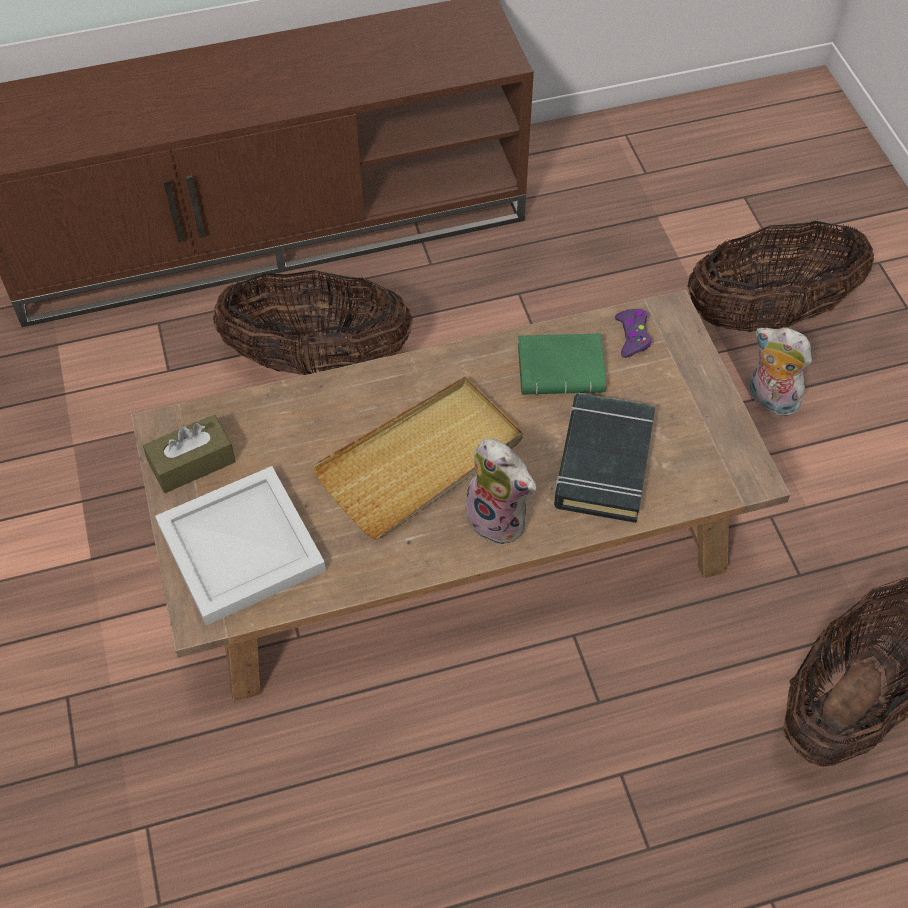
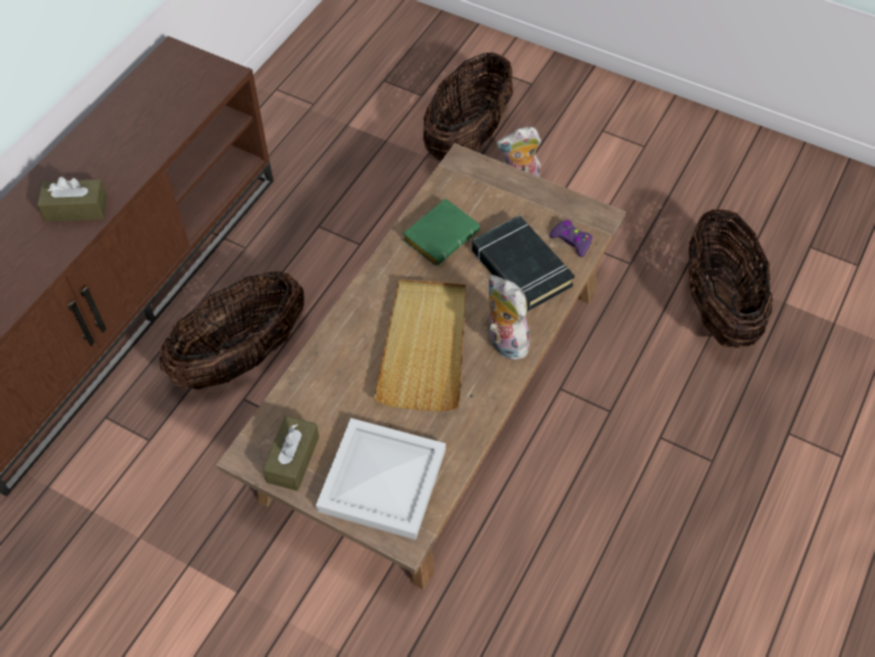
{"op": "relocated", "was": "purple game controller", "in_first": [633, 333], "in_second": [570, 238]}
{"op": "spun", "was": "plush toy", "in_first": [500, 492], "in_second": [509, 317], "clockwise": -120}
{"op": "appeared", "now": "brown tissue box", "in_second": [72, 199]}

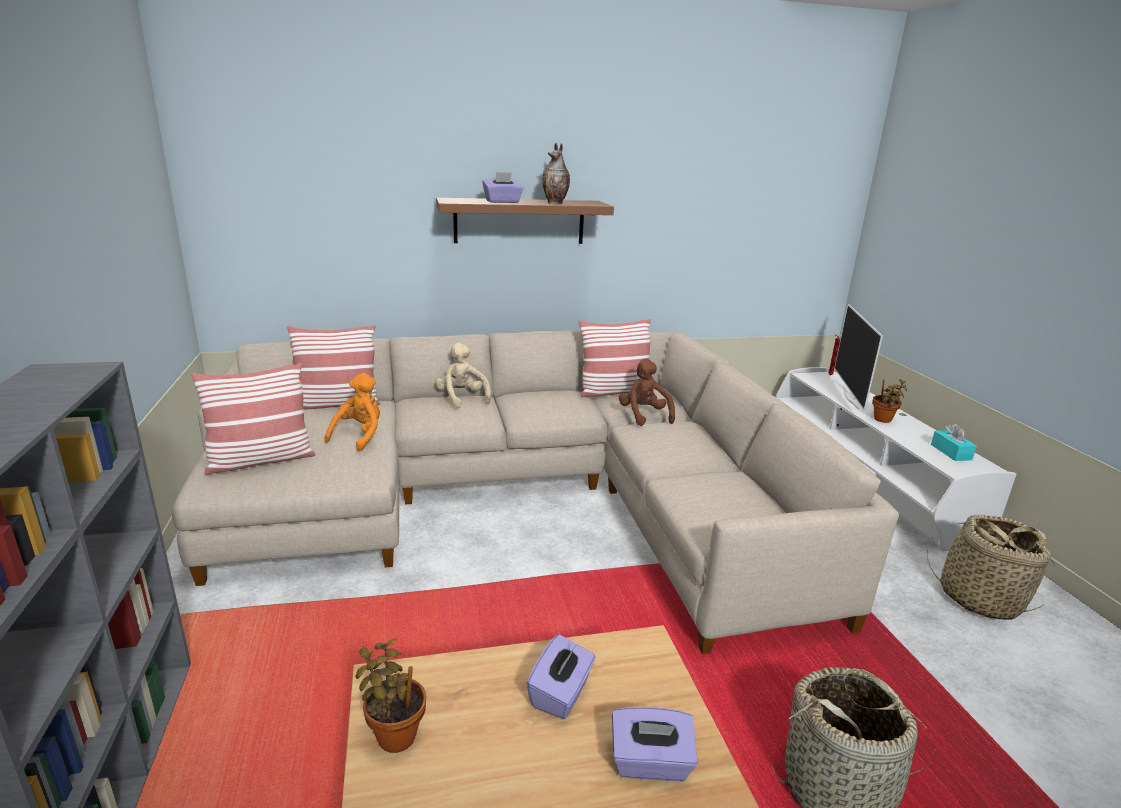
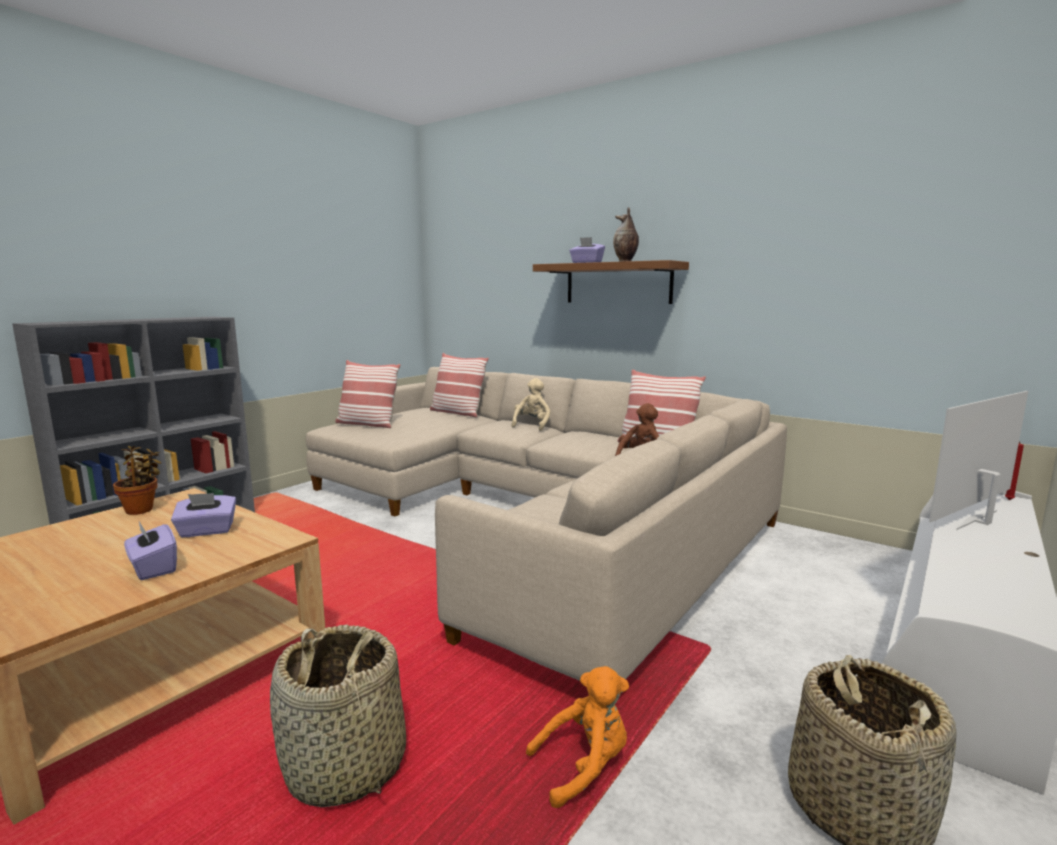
{"op": "relocated", "was": "orange plush toy", "in_first": [352, 412], "in_second": [577, 737]}
{"op": "missing", "was": "potted plant", "in_first": [889, 401]}
{"op": "missing", "was": "turquoise tissue box", "in_first": [954, 442]}

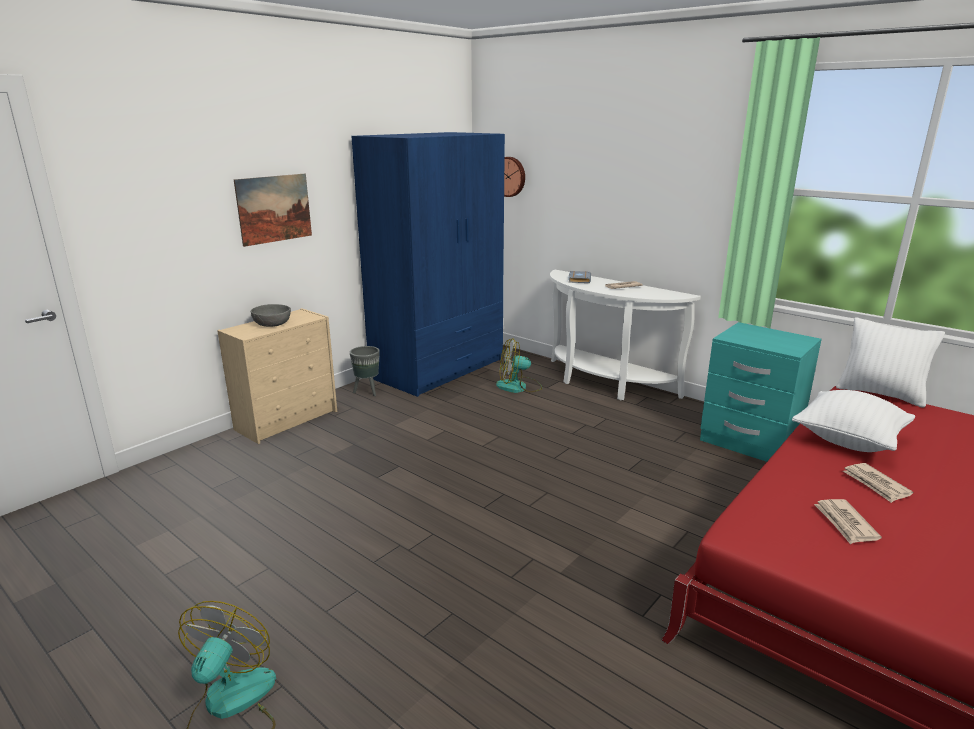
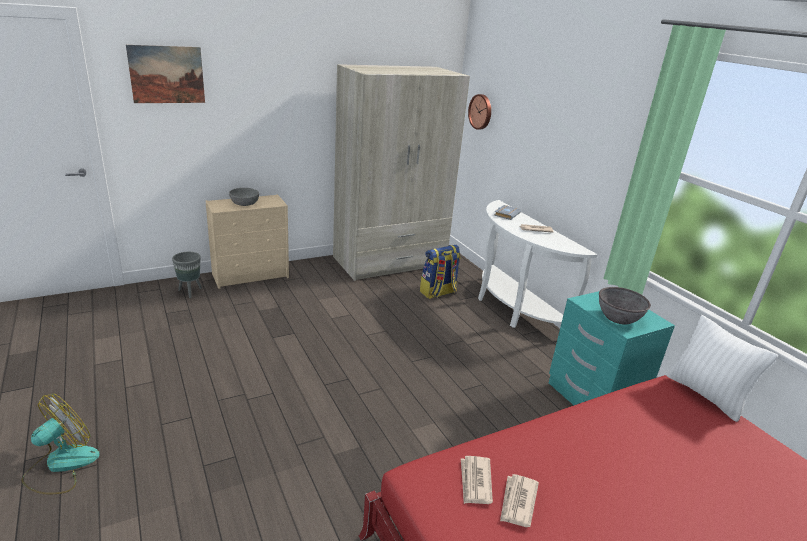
{"op": "colour", "was": "blue wardrobe", "now": "beige wardrobe", "in_first": [428, 264], "in_second": [401, 172]}
{"op": "relocated", "was": "picture", "in_first": [273, 210], "in_second": [165, 74]}
{"op": "exchanged", "was": "fan", "now": "backpack", "in_first": [519, 366], "in_second": [440, 272]}
{"op": "relocated", "was": "grey planter", "in_first": [365, 371], "in_second": [187, 275]}
{"op": "missing", "was": "white pillow", "in_first": [853, 421]}
{"op": "relocated", "was": "newspaper", "in_first": [878, 483], "in_second": [477, 480]}
{"op": "appeared", "now": "grey bowl", "in_second": [625, 306]}

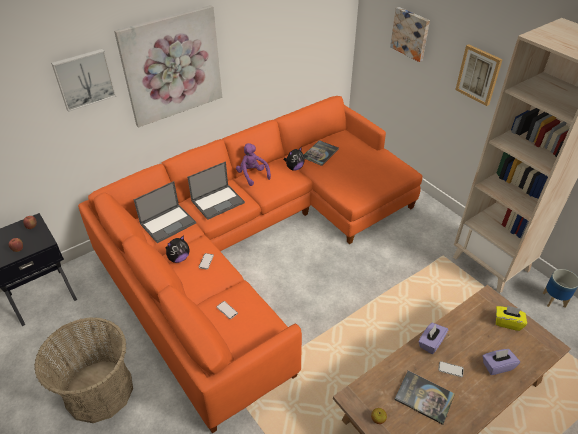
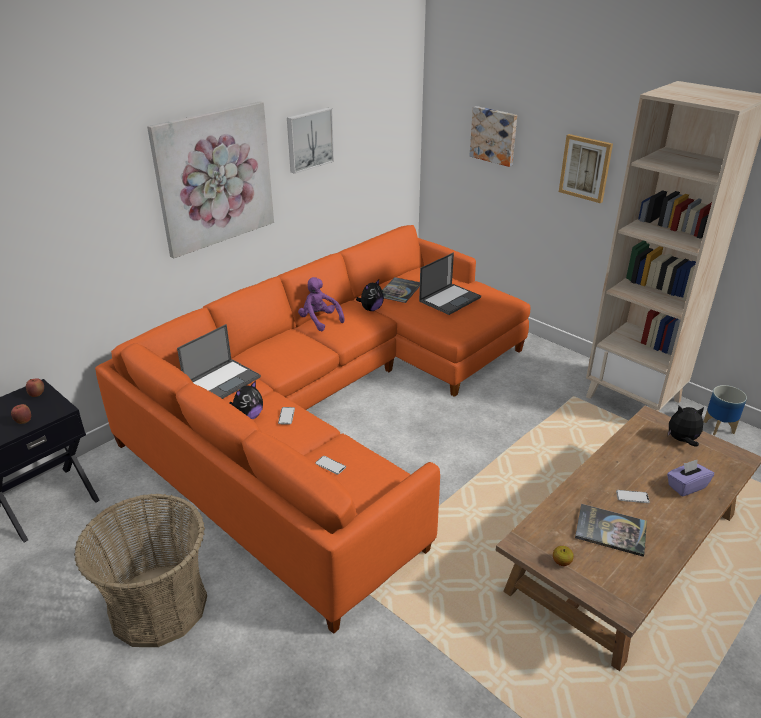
{"op": "relocated", "was": "picture", "in_first": [83, 80], "in_second": [310, 141]}
{"op": "relocated", "was": "laptop", "in_first": [216, 190], "in_second": [450, 284]}
{"op": "exchanged", "was": "yellow tissue box", "now": "plush toy", "in_first": [511, 318], "in_second": [686, 426]}
{"op": "missing", "was": "purple tissue box", "in_first": [433, 338]}

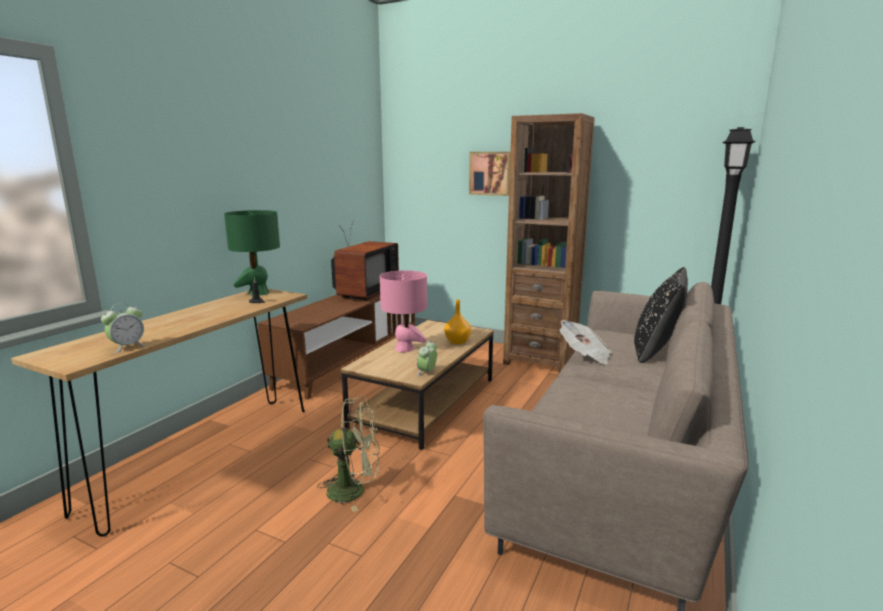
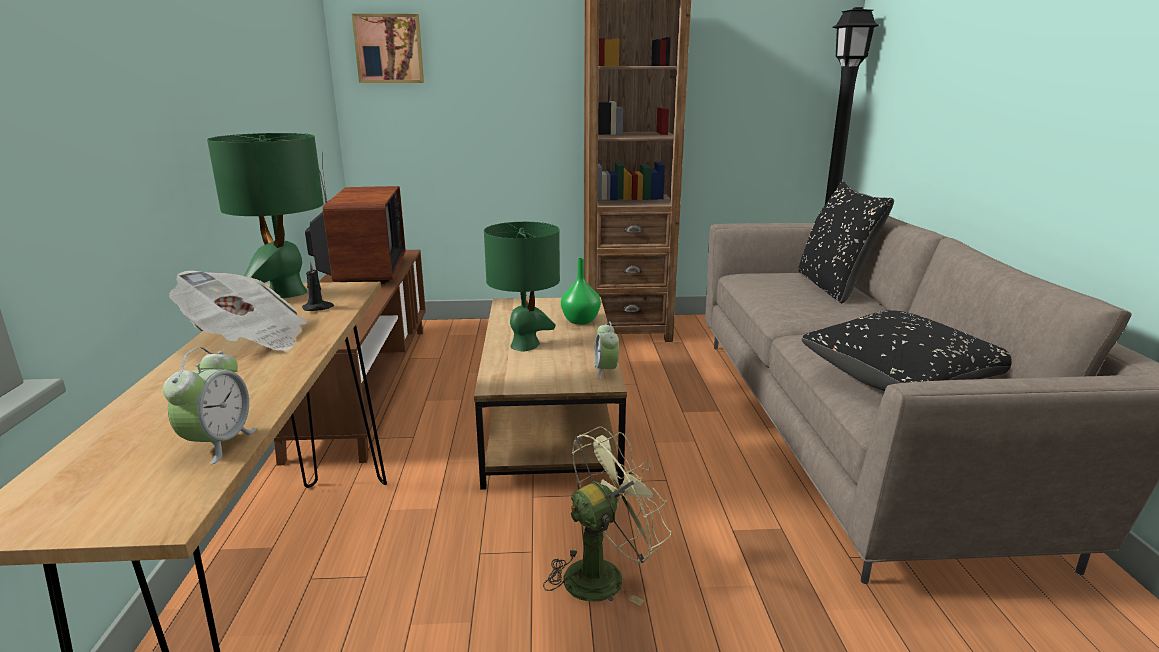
{"op": "relocated", "was": "picture", "in_first": [489, 174], "in_second": [388, 48]}
{"op": "colour", "was": "pink table lamp", "now": "green table lamp", "in_first": [403, 311], "in_second": [522, 286]}
{"op": "colour", "was": "orange vase", "now": "green vase", "in_first": [457, 321], "in_second": [581, 291]}
{"op": "relocated", "was": "newspaper", "in_first": [585, 342], "in_second": [238, 311]}
{"op": "appeared", "now": "black pillow", "in_second": [907, 350]}

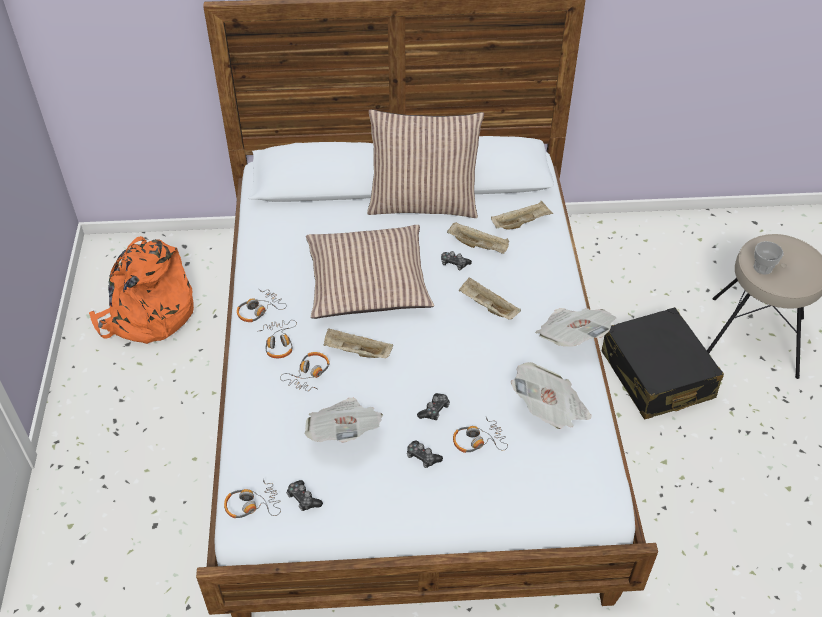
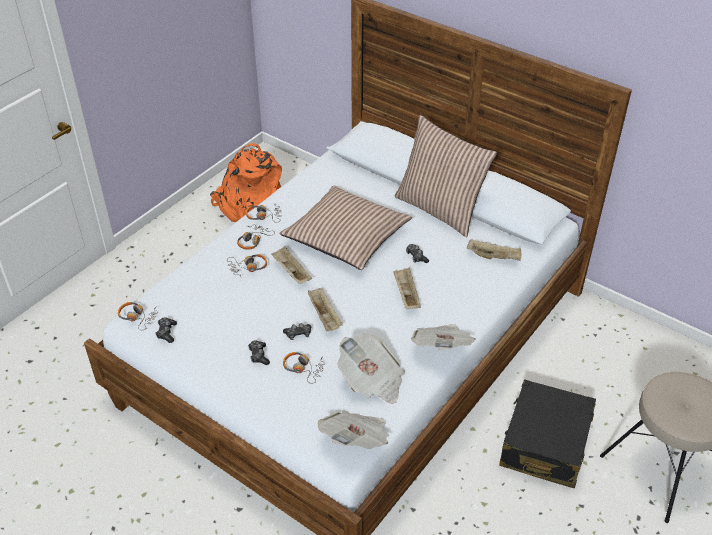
{"op": "relocated", "was": "beige tray", "in_first": [478, 238], "in_second": [325, 309]}
{"op": "missing", "was": "cup", "in_first": [768, 258]}
{"op": "relocated", "was": "newspaper", "in_first": [343, 420], "in_second": [353, 429]}

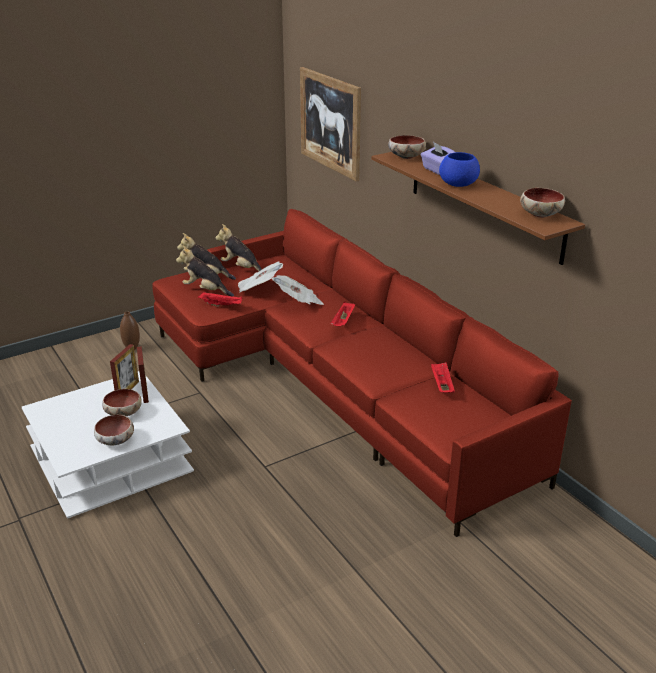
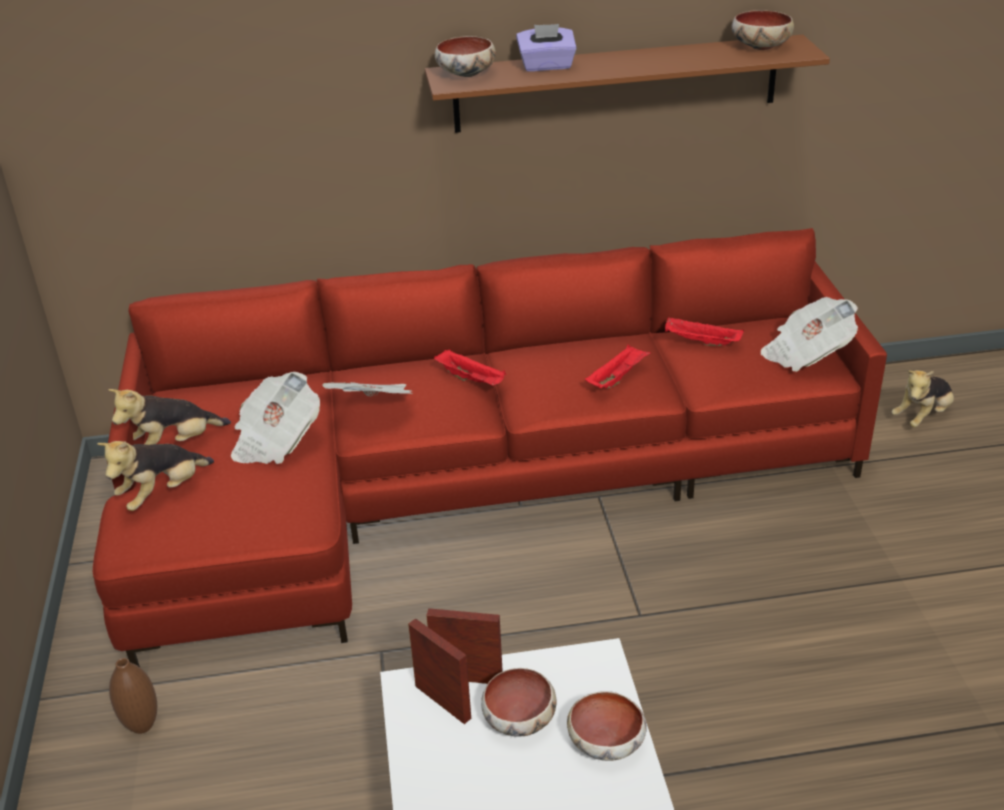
{"op": "missing", "was": "picture", "in_first": [330, 124]}
{"op": "missing", "was": "blue bowl", "in_first": [459, 169]}
{"op": "relocated", "was": "plush toy", "in_first": [205, 271], "in_second": [923, 398]}
{"op": "relocated", "was": "red tray", "in_first": [220, 299], "in_second": [618, 366]}
{"op": "appeared", "now": "newspaper", "in_second": [809, 334]}

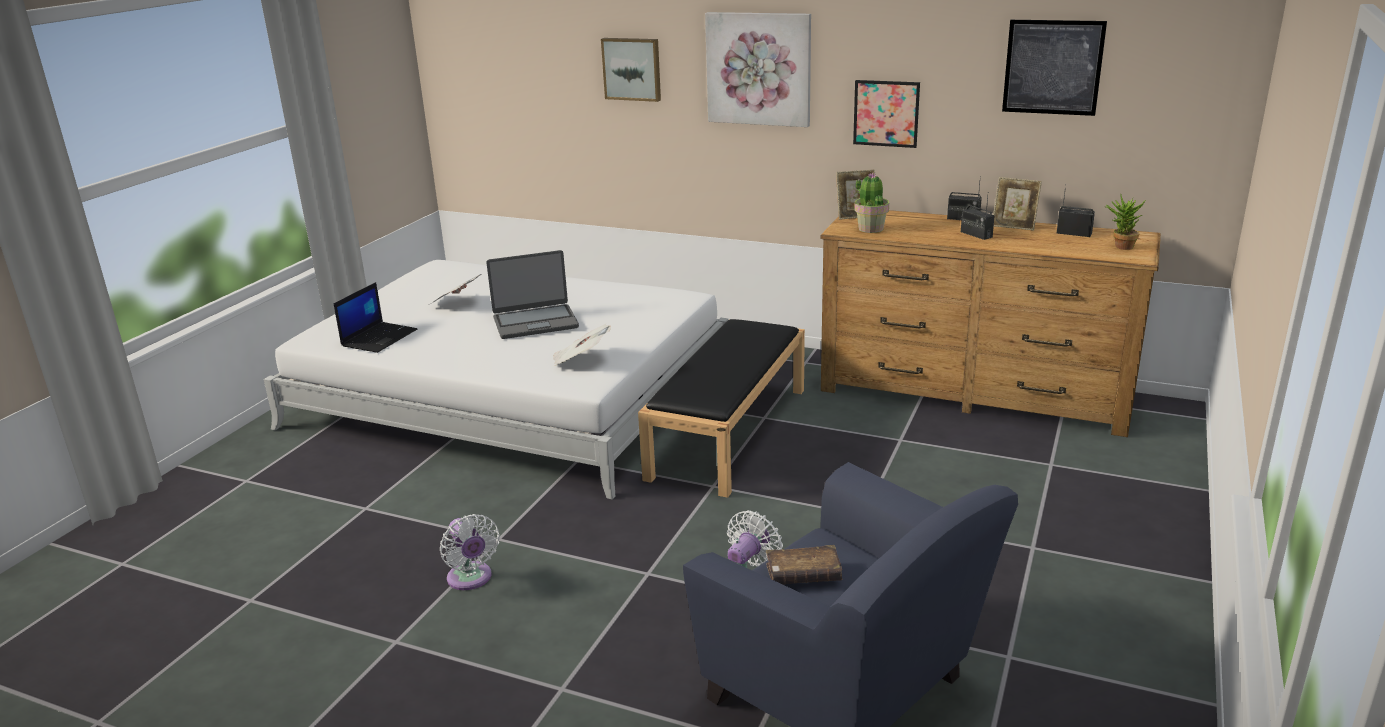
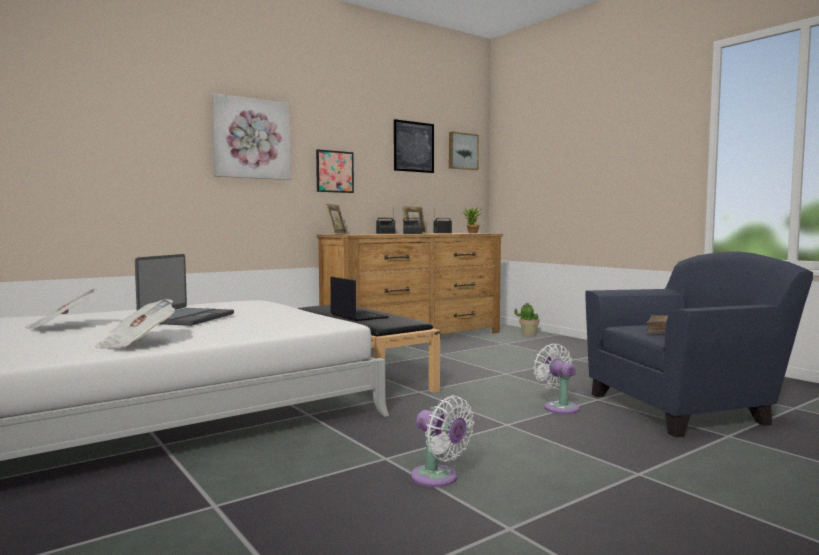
{"op": "relocated", "was": "picture", "in_first": [631, 70], "in_second": [464, 151]}
{"op": "relocated", "was": "potted plant", "in_first": [871, 203], "in_second": [526, 319]}
{"op": "relocated", "was": "laptop", "in_first": [375, 317], "in_second": [359, 299]}
{"op": "relocated", "was": "newspaper", "in_first": [582, 345], "in_second": [135, 324]}
{"op": "spun", "was": "white fan", "in_first": [470, 552], "in_second": [442, 441], "clockwise": 45}

